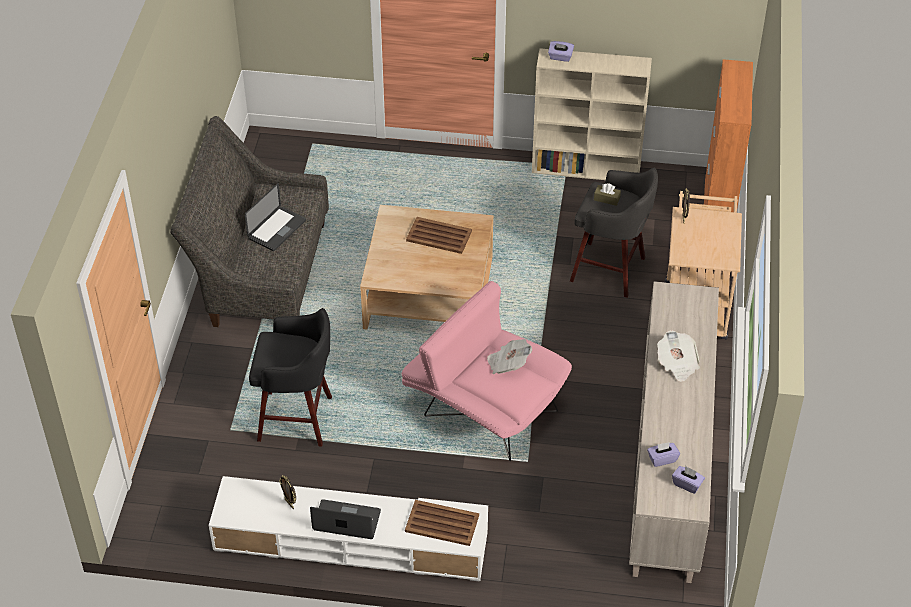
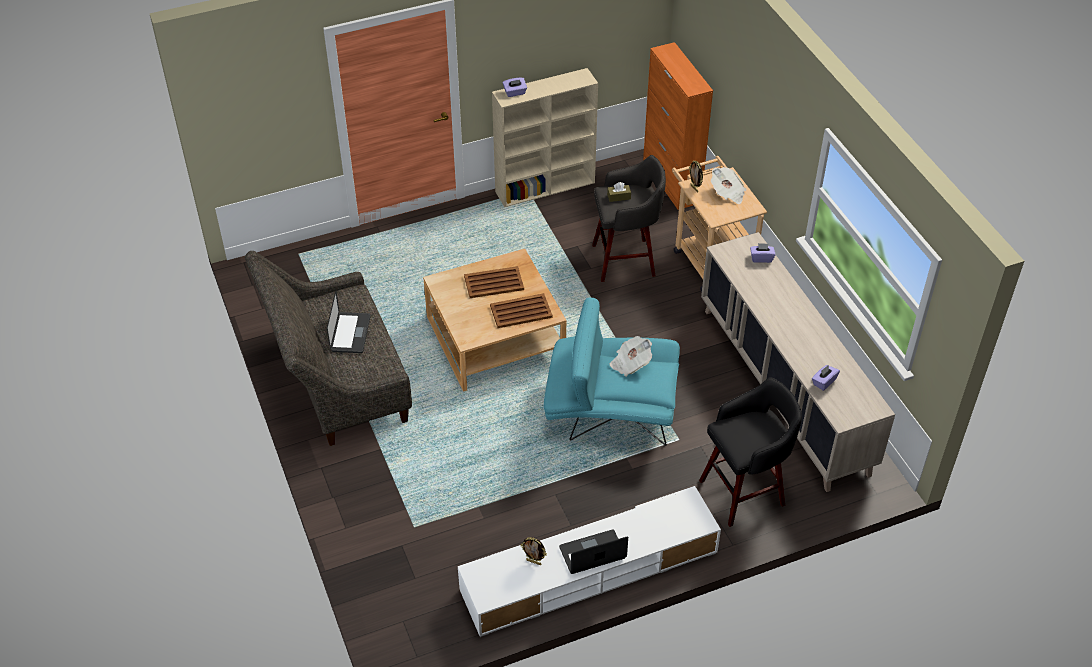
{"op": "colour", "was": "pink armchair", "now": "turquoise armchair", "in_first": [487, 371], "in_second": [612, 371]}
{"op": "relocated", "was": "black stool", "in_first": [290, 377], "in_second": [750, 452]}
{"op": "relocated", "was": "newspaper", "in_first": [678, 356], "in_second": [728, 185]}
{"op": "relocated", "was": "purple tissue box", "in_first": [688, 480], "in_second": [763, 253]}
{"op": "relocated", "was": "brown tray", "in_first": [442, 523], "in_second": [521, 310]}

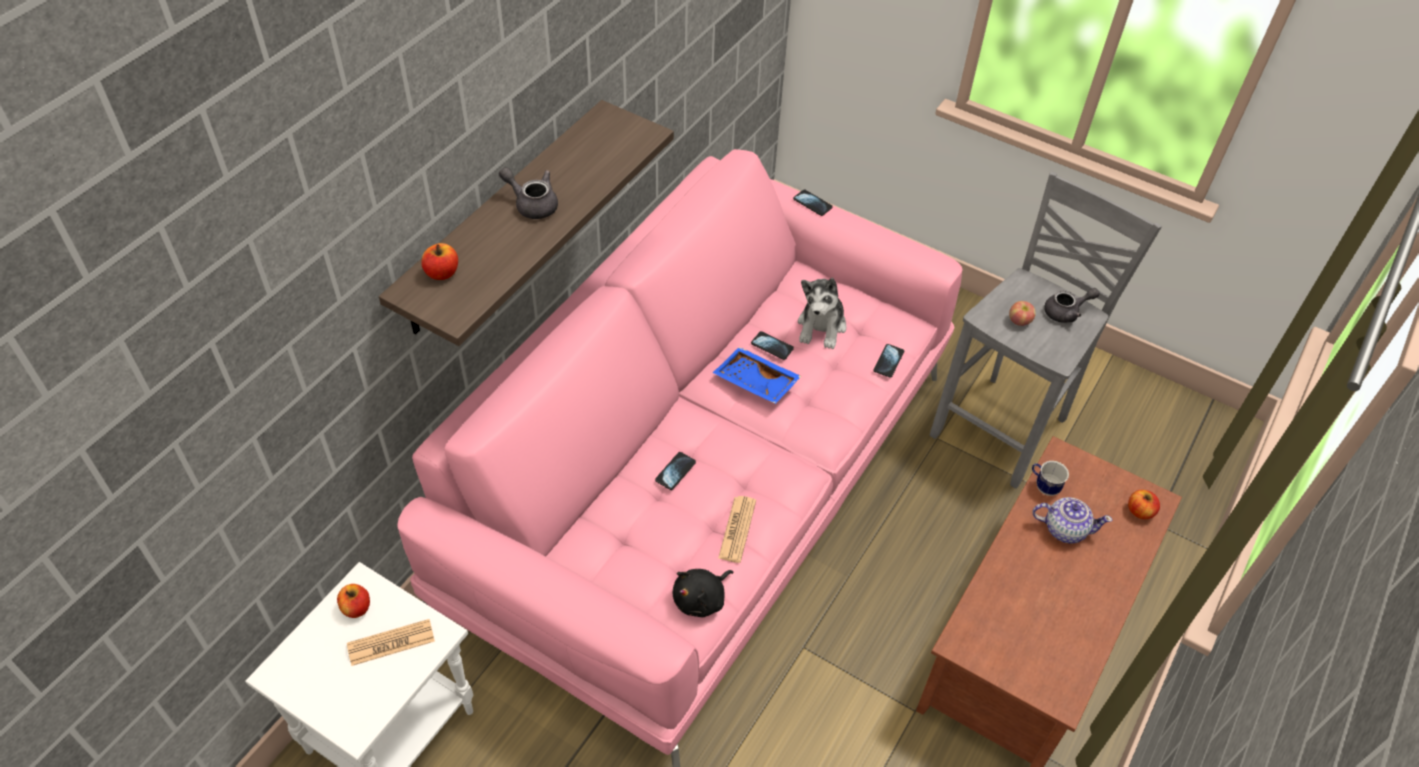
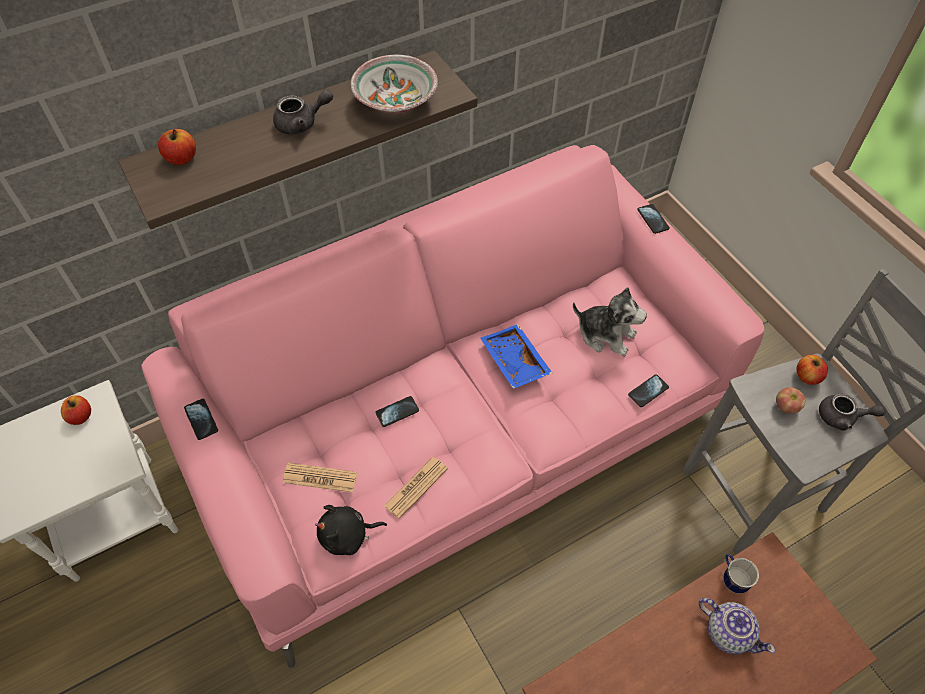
{"op": "spun", "was": "grey teapot", "in_first": [528, 193], "in_second": [303, 112], "clockwise": 105}
{"op": "spun", "was": "plush toy", "in_first": [822, 313], "in_second": [610, 322], "clockwise": -105}
{"op": "relocated", "was": "phone", "in_first": [772, 345], "in_second": [201, 419]}
{"op": "relocated", "was": "apple", "in_first": [1144, 504], "in_second": [812, 370]}
{"op": "relocated", "was": "newspaper", "in_first": [391, 642], "in_second": [320, 478]}
{"op": "appeared", "now": "bowl", "in_second": [394, 84]}

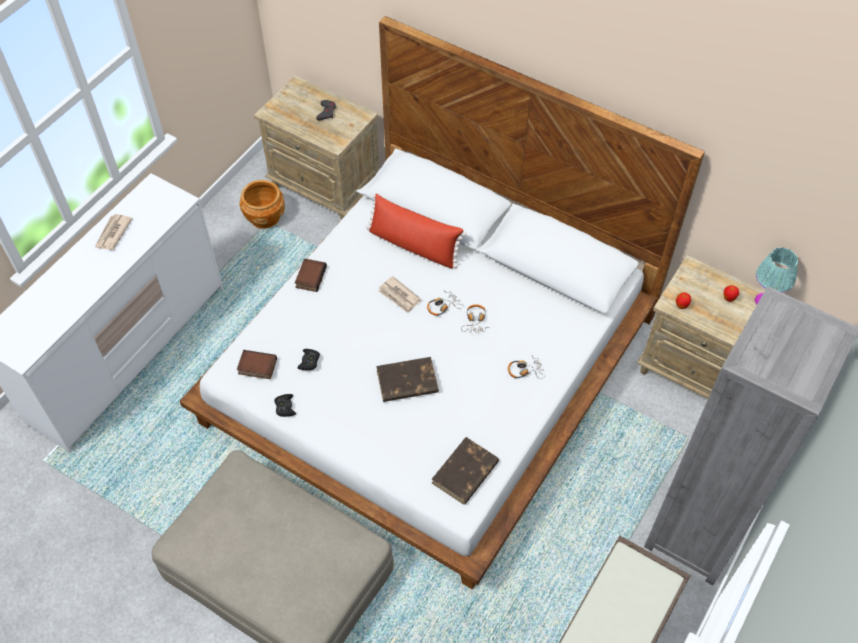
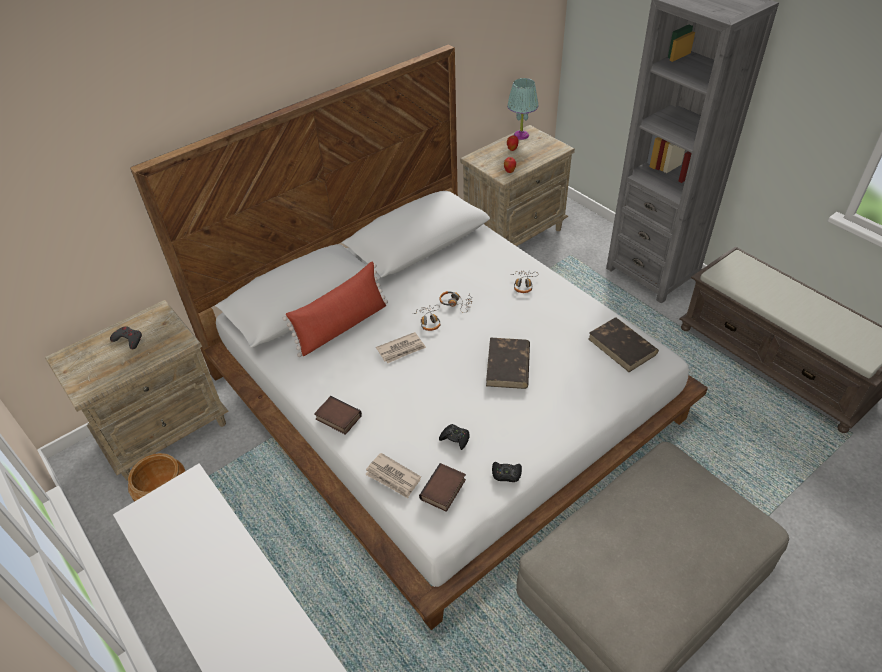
{"op": "relocated", "was": "newspaper", "in_first": [114, 232], "in_second": [393, 475]}

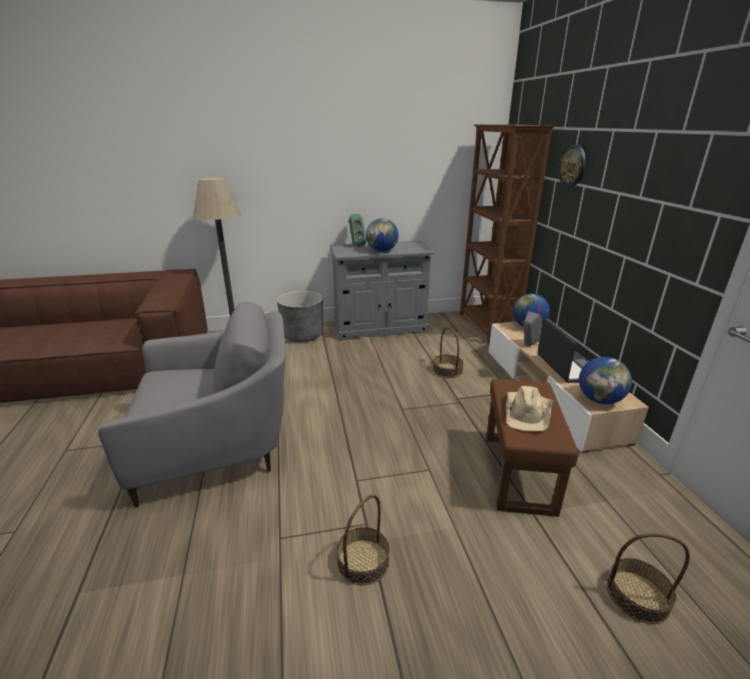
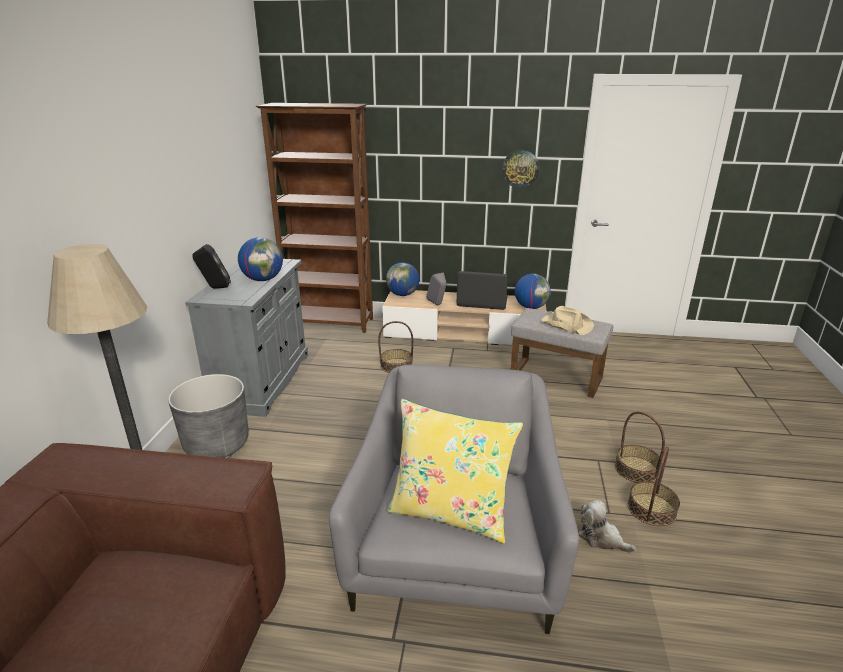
{"op": "relocated", "was": "wall clock", "in_first": [572, 165], "in_second": [520, 169]}
{"op": "colour", "was": "green speaker", "now": "black speaker", "in_first": [358, 230], "in_second": [211, 266]}
{"op": "colour", "was": "brown ottoman", "now": "grey ottoman", "in_first": [532, 448], "in_second": [562, 353]}
{"op": "relocated", "was": "basket", "in_first": [648, 578], "in_second": [654, 486]}
{"op": "appeared", "now": "yellow pillow", "in_second": [455, 471]}
{"op": "appeared", "now": "plush toy", "in_second": [607, 526]}

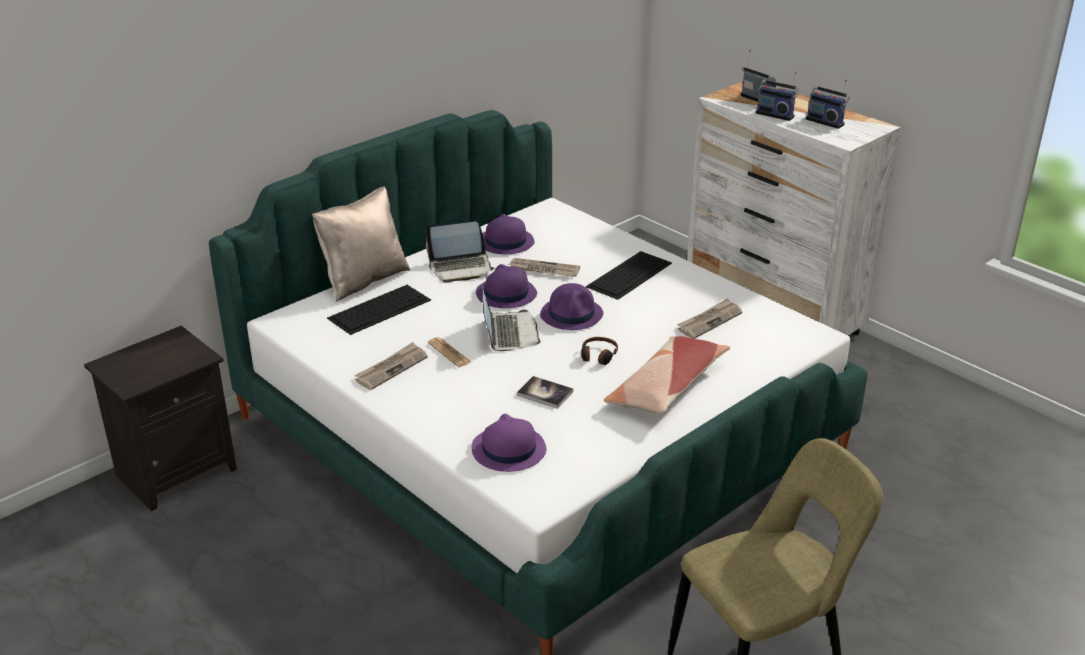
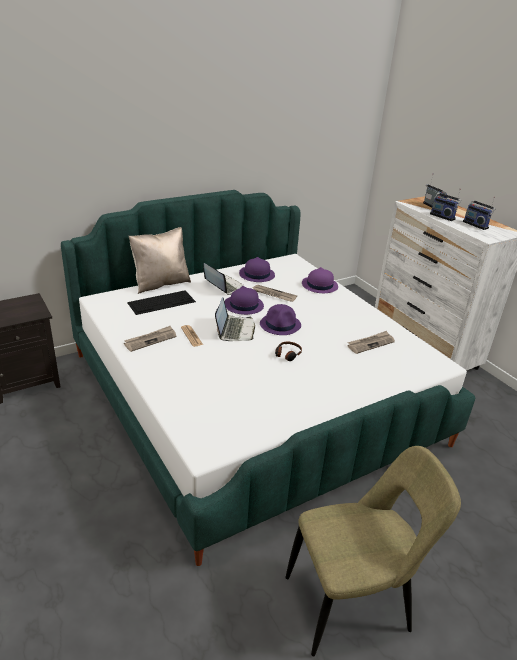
{"op": "spun", "was": "laptop", "in_first": [460, 252], "in_second": [223, 279], "clockwise": -135}
{"op": "missing", "was": "keyboard", "in_first": [629, 275]}
{"op": "missing", "was": "pillow", "in_first": [667, 374]}
{"op": "missing", "was": "book", "in_first": [545, 392]}
{"op": "relocated", "was": "purple hat", "in_first": [509, 443], "in_second": [320, 280]}

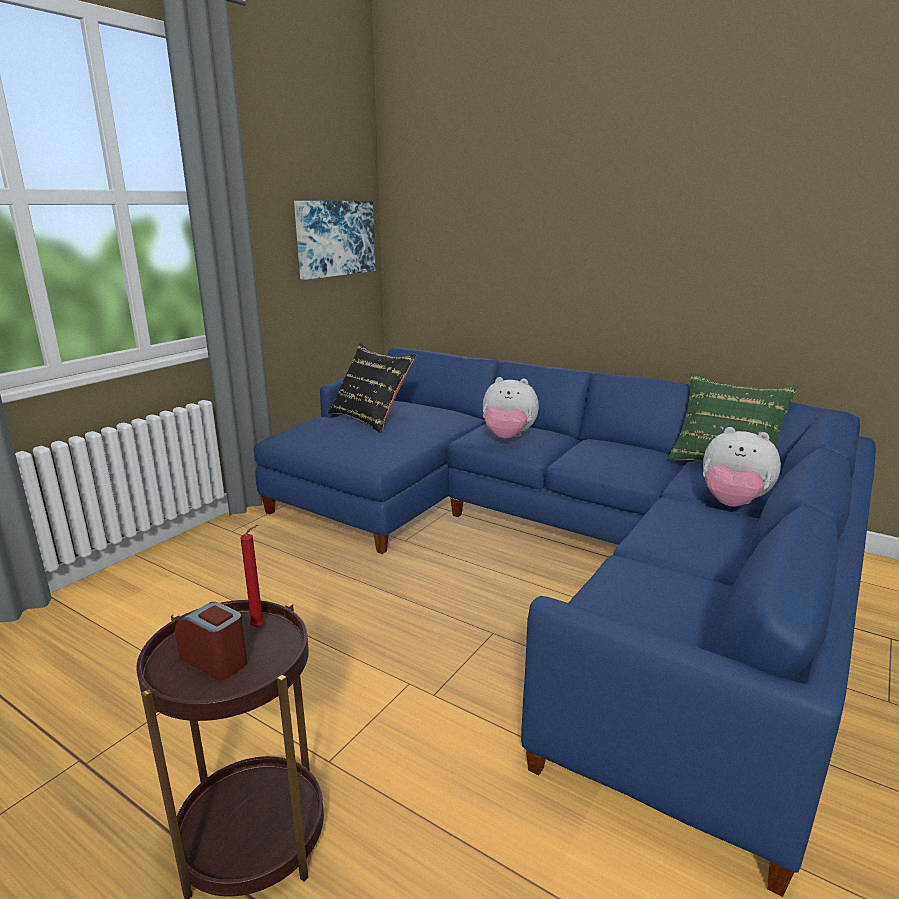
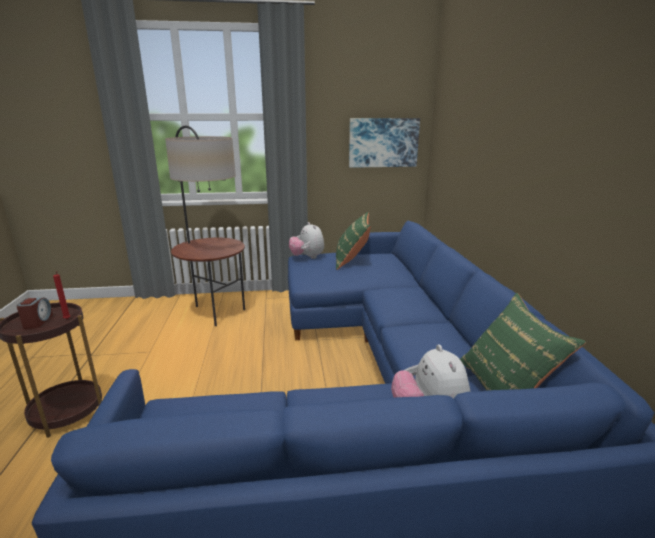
{"op": "colour", "was": "black pillow", "now": "green pillow", "in_first": [372, 388], "in_second": [353, 241]}
{"op": "relocated", "was": "plush toy", "in_first": [511, 408], "in_second": [306, 240]}
{"op": "appeared", "now": "floor lamp", "in_second": [205, 226]}

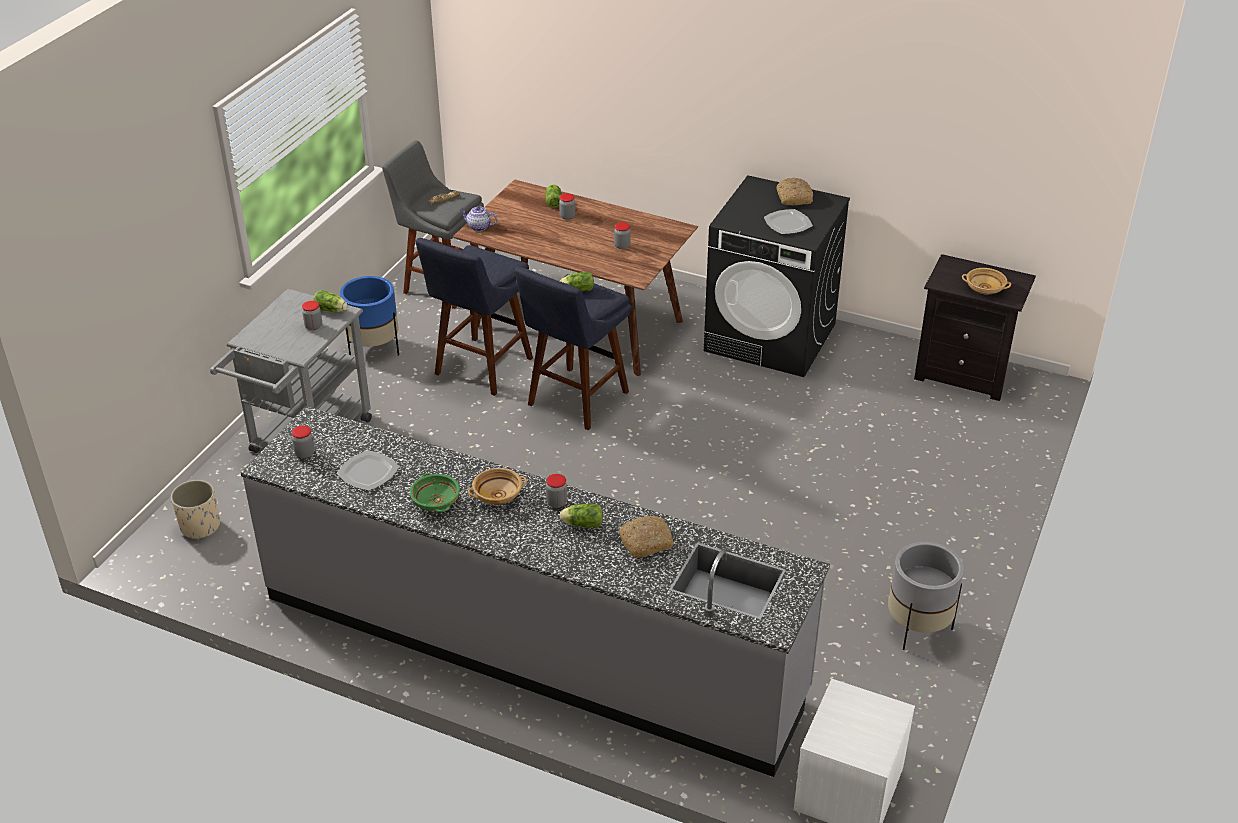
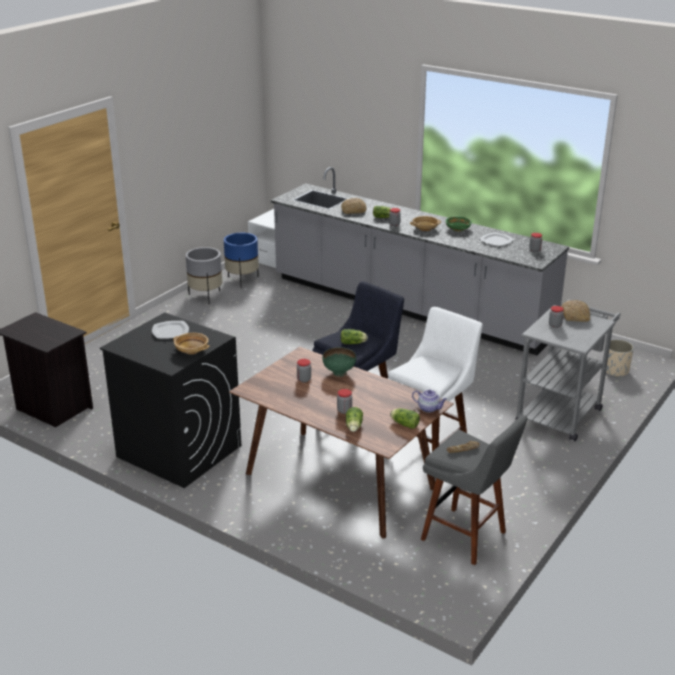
{"op": "relocated", "was": "bread", "in_first": [794, 191], "in_second": [576, 311]}
{"op": "colour", "was": "blue stool", "now": "white stool", "in_first": [474, 317], "in_second": [435, 392]}
{"op": "relocated", "was": "beige bowl", "in_first": [986, 281], "in_second": [191, 343]}
{"op": "relocated", "was": "blue planter", "in_first": [369, 316], "in_second": [241, 258]}
{"op": "relocated", "was": "lettuce", "in_first": [330, 301], "in_second": [405, 418]}
{"op": "appeared", "now": "green bowl", "in_second": [339, 362]}

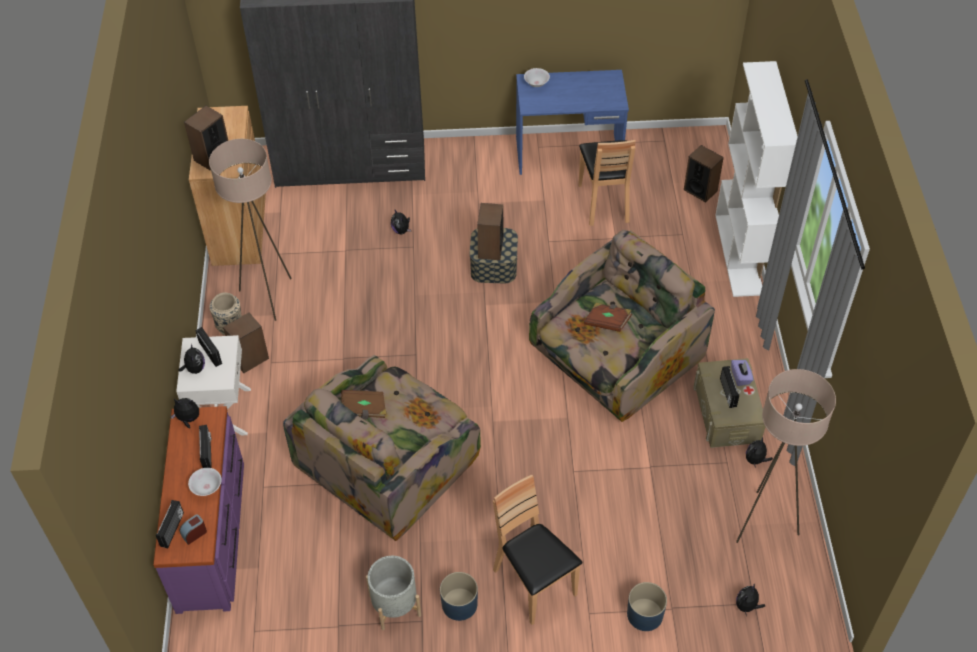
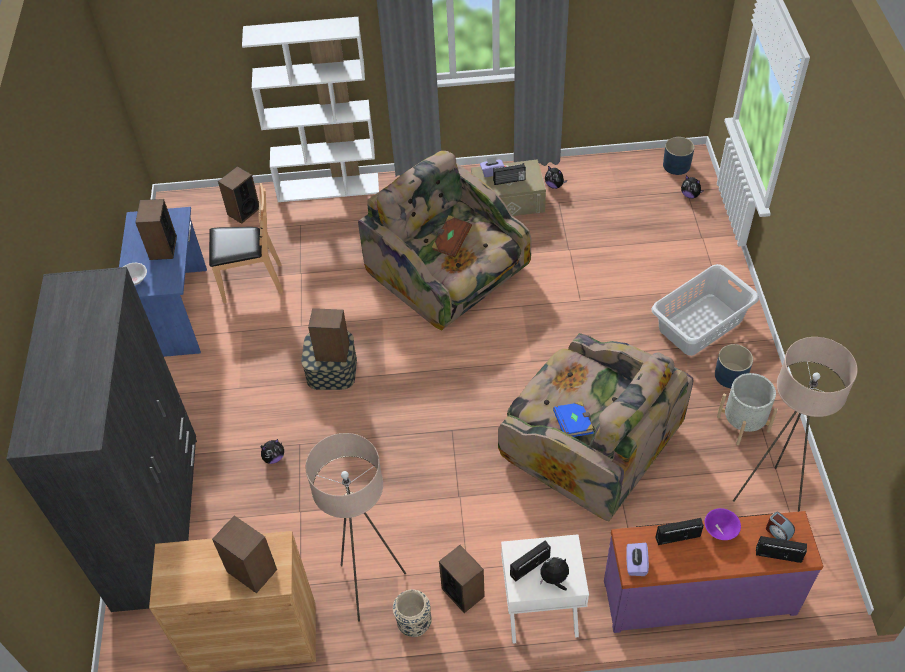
{"op": "relocated", "was": "beige floor lamp", "in_first": [786, 456], "in_second": [795, 424]}
{"op": "colour", "was": "brown book", "now": "blue book", "in_first": [364, 404], "in_second": [573, 419]}
{"op": "exchanged", "was": "plush toy", "now": "purple tissue box", "in_first": [185, 413], "in_second": [637, 559]}
{"op": "colour", "was": "white bowl", "now": "purple bowl", "in_first": [205, 482], "in_second": [723, 524]}
{"op": "exchanged", "was": "brown chair", "now": "grey laundry basket", "in_first": [537, 550], "in_second": [705, 310]}
{"op": "relocated", "was": "blue planter", "in_first": [647, 606], "in_second": [679, 156]}
{"op": "appeared", "now": "speaker", "in_second": [156, 229]}

